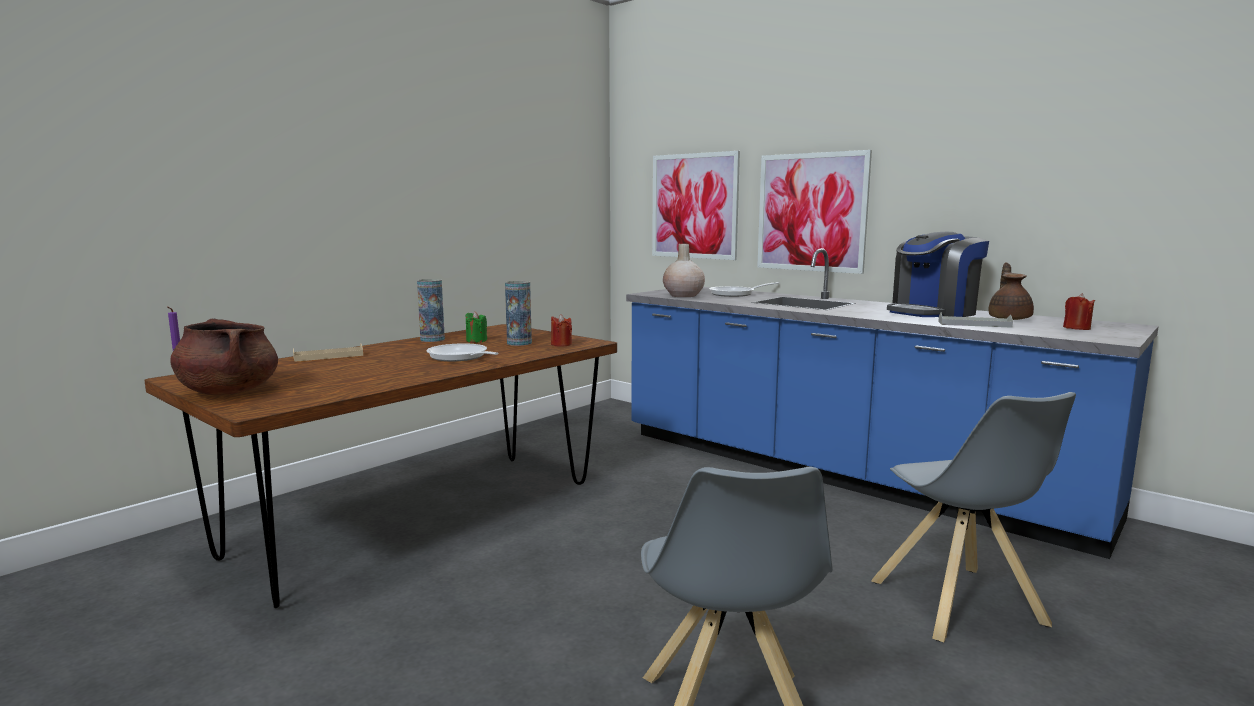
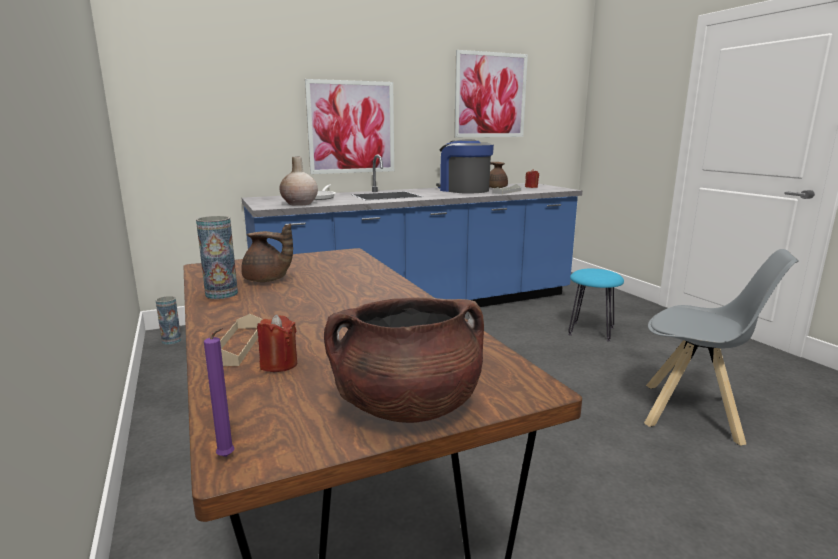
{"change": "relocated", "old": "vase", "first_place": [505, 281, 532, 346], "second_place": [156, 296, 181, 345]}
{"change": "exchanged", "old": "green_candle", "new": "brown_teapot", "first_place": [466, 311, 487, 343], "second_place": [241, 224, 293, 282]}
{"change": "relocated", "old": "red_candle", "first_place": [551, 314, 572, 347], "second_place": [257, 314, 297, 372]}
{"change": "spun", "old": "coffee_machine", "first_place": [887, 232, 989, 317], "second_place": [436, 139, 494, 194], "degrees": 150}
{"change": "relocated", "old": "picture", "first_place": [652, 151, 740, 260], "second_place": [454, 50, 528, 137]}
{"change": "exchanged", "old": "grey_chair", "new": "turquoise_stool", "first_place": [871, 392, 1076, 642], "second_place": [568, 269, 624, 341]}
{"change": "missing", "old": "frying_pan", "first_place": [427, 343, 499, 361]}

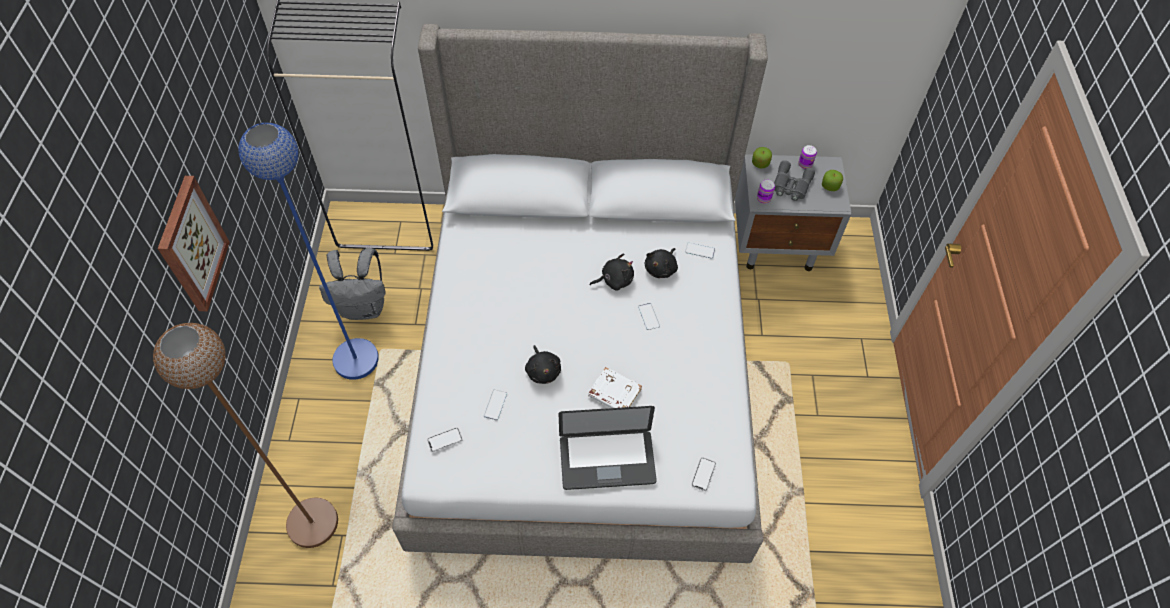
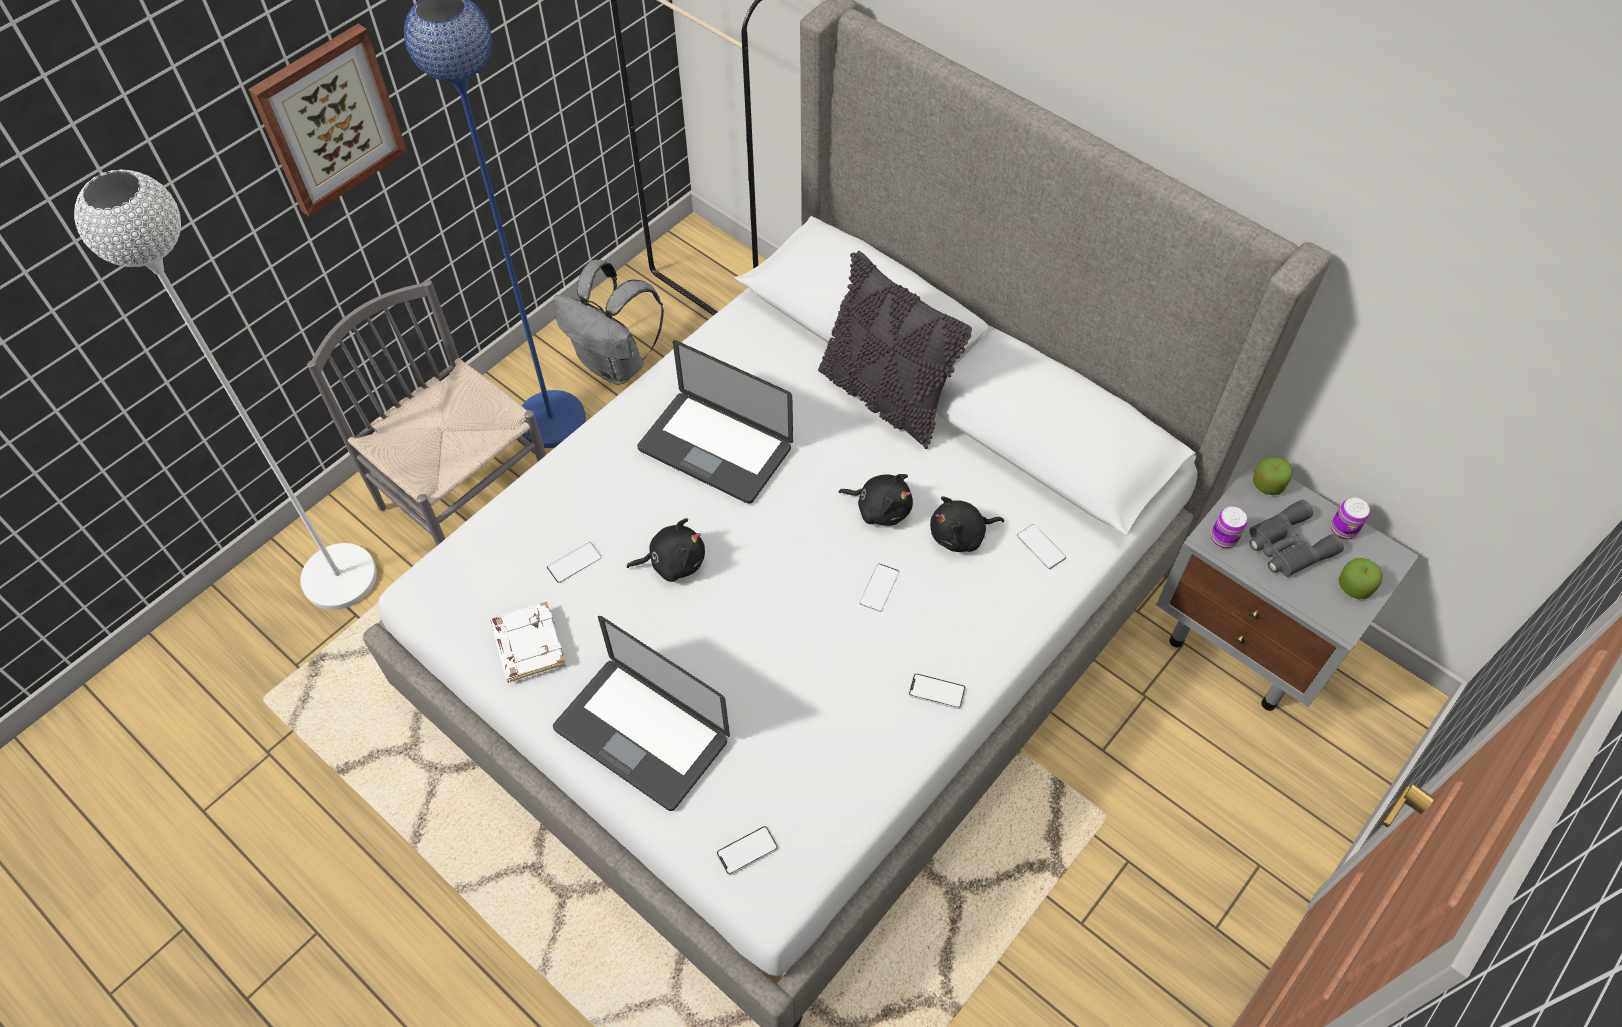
{"change": "colour", "old": "brown_floor_lamp", "new": "white_floor_lamp", "first_place": [153, 323, 338, 548], "second_place": [74, 169, 377, 610]}
{"change": "appeared", "new": "grey_chair", "second_place": [307, 280, 546, 546]}
{"change": "relocated", "old": "white_book", "first_place": [588, 367, 642, 408], "second_place": [491, 602, 566, 683]}
{"change": "spun", "old": "black_plush_toy", "first_place": [525, 345, 561, 384], "second_place": [627, 518, 705, 582], "degrees": -120}
{"change": "appeared", "new": "laptop", "second_place": [637, 340, 793, 504]}
{"change": "appeared", "new": "black_pillow", "second_place": [818, 251, 972, 449]}
{"change": "relocated", "old": "phone", "first_place": [427, 428, 463, 452], "second_place": [908, 673, 966, 709]}

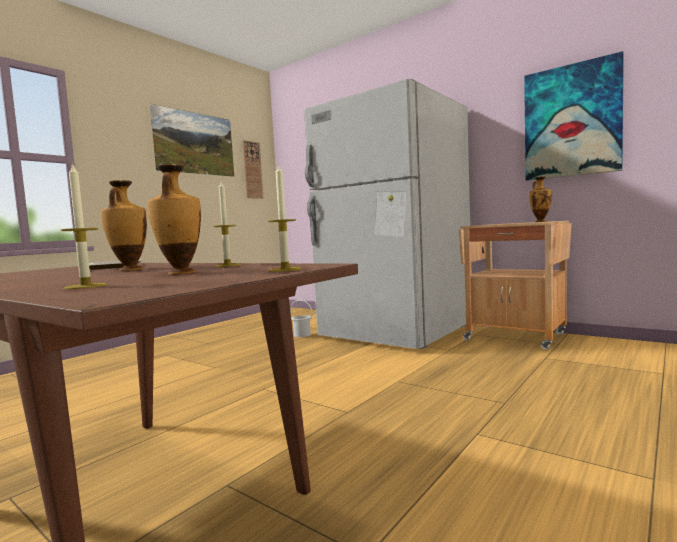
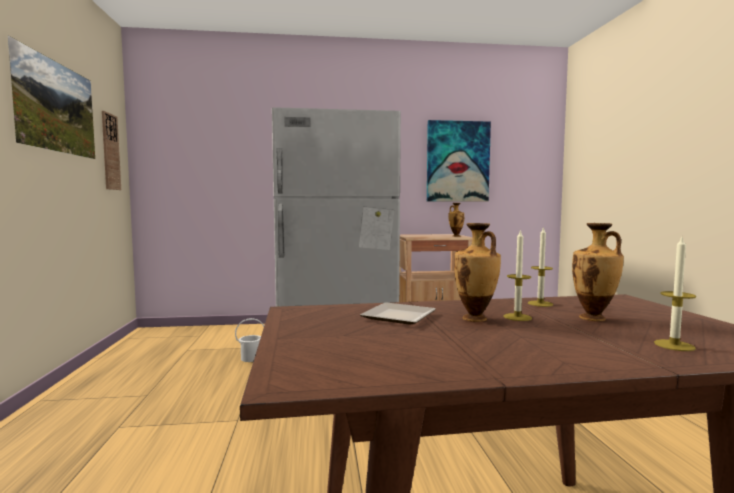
{"change": "relocated", "old": "candle", "first_place": [268, 163, 301, 272], "second_place": [504, 229, 532, 321]}

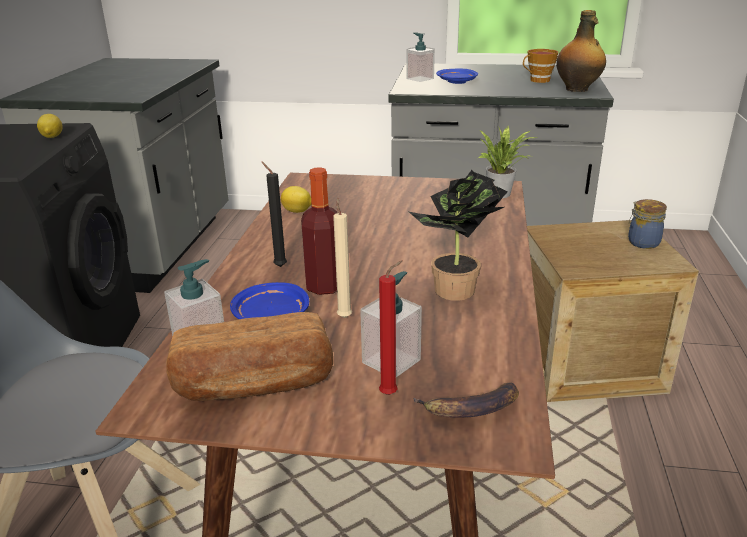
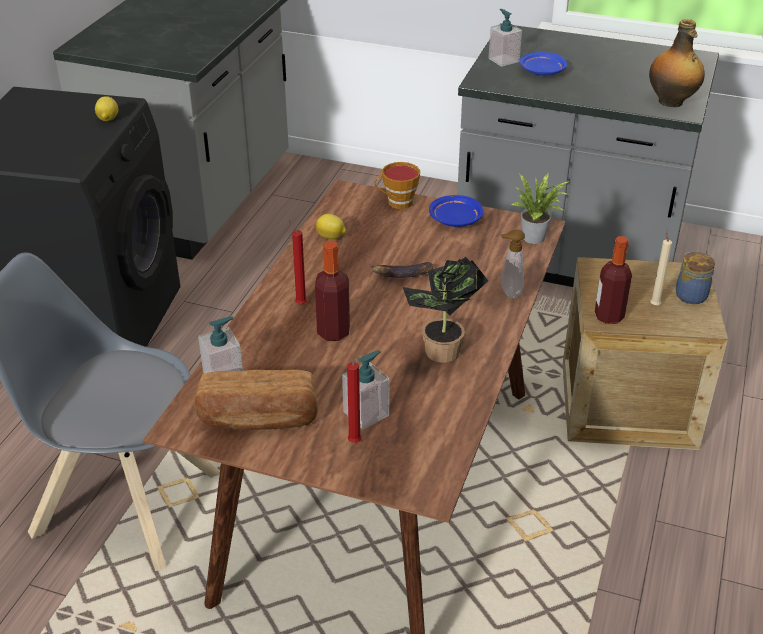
{"change": "colour", "old": "black_candle", "new": "red_candle", "first_place": [262, 162, 287, 267], "second_place": [289, 220, 307, 305]}
{"change": "relocated", "old": "banana", "first_place": [413, 383, 519, 418], "second_place": [369, 262, 433, 278]}
{"change": "relocated", "old": "cup", "first_place": [523, 49, 558, 83], "second_place": [375, 162, 420, 209]}
{"change": "relocated", "old": "blue_plate", "first_place": [230, 282, 309, 319], "second_place": [429, 195, 483, 227]}
{"change": "appeared", "new": "soap_dispenser", "second_place": [500, 229, 525, 298]}
{"change": "appeared", "new": "bottle", "second_place": [595, 236, 632, 324]}
{"change": "relocated", "old": "beige_candle", "first_place": [333, 198, 352, 318], "second_place": [650, 229, 672, 306]}

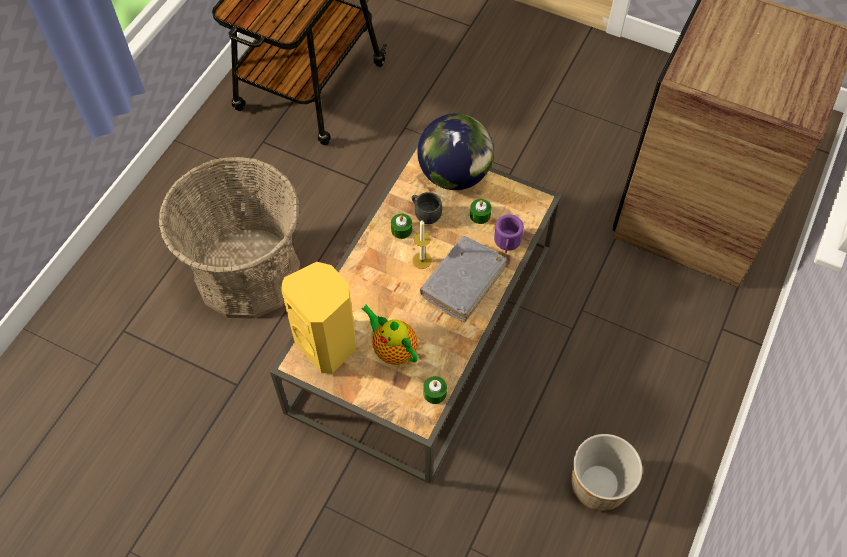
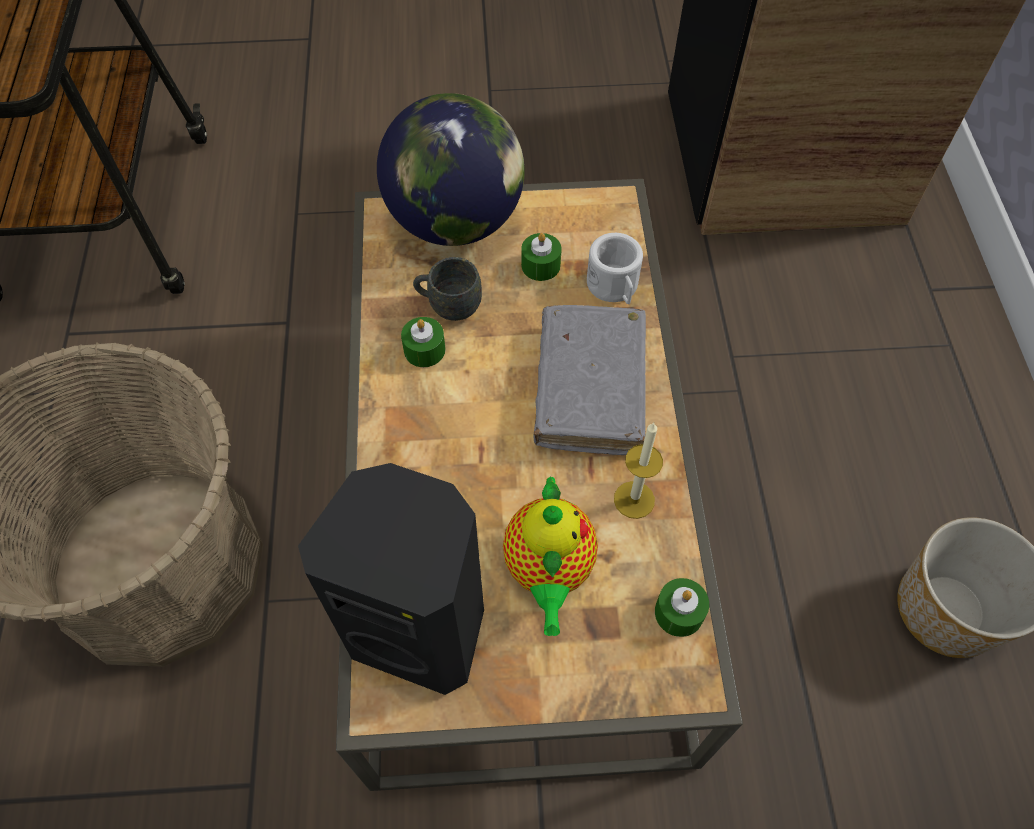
{"change": "colour", "old": "yellow_speaker", "new": "black_speaker", "first_place": [281, 262, 356, 373], "second_place": [298, 463, 484, 695]}
{"change": "spun", "old": "teapot", "first_place": [361, 305, 418, 365], "second_place": [503, 476, 598, 636], "degrees": -105}
{"change": "colour", "old": "purple_mug", "new": "white_mug", "first_place": [494, 215, 524, 253], "second_place": [587, 233, 643, 304]}
{"change": "relocated", "old": "candle", "first_place": [413, 220, 432, 269], "second_place": [614, 423, 663, 519]}

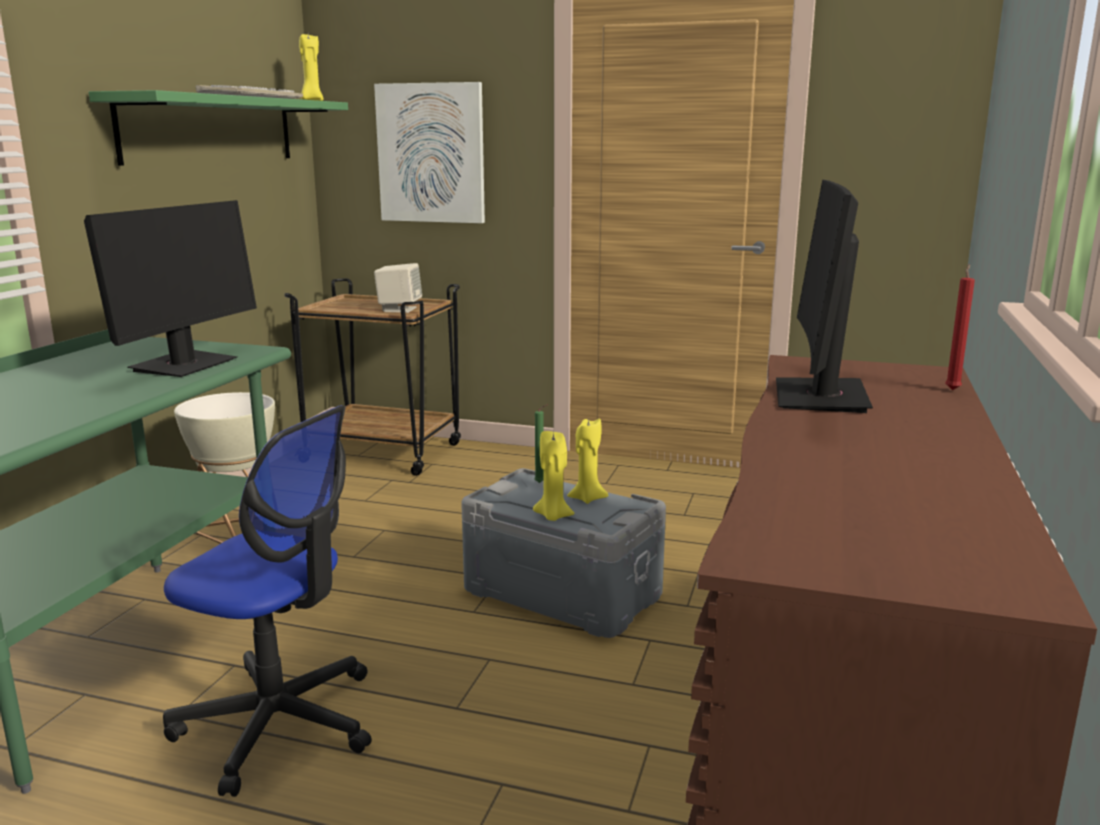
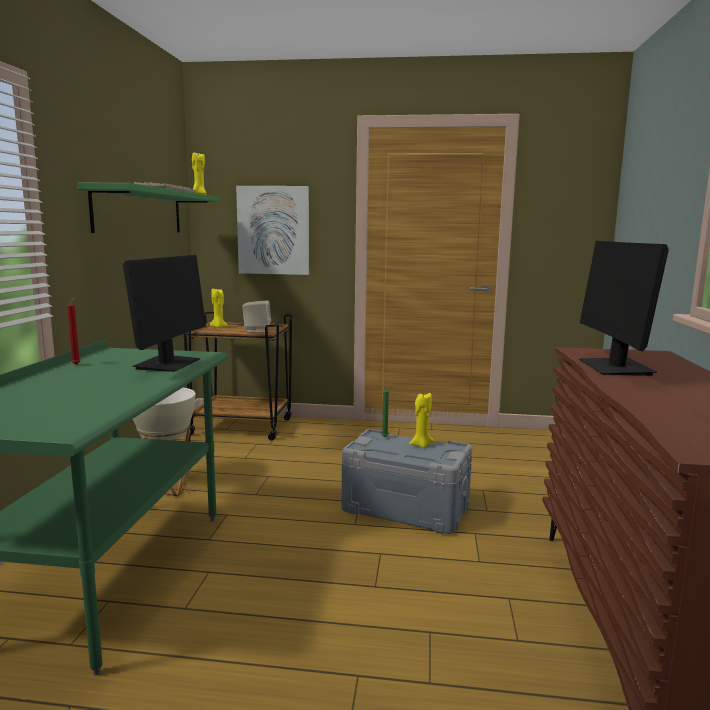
{"change": "relocated", "old": "red_candle", "first_place": [945, 264, 975, 391], "second_place": [67, 298, 80, 365]}
{"change": "relocated", "old": "yellow_candle", "first_place": [533, 431, 575, 521], "second_place": [210, 287, 228, 328]}
{"change": "missing", "old": "office_chair", "first_place": [163, 405, 372, 797]}

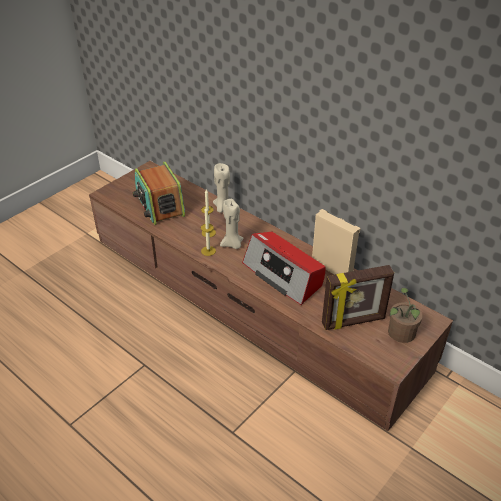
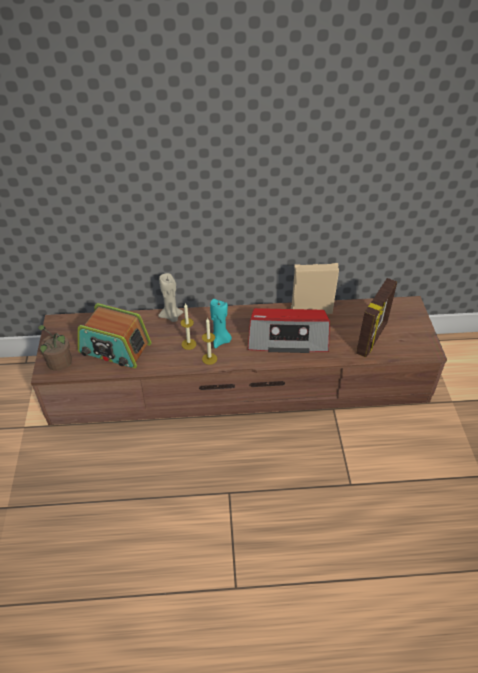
{"change": "relocated", "old": "potted_plant", "first_place": [388, 288, 422, 343], "second_place": [38, 325, 72, 371]}
{"change": "colour", "old": "beige_candle", "new": "turquoise_candle", "first_place": [220, 199, 243, 249], "second_place": [210, 299, 232, 348]}

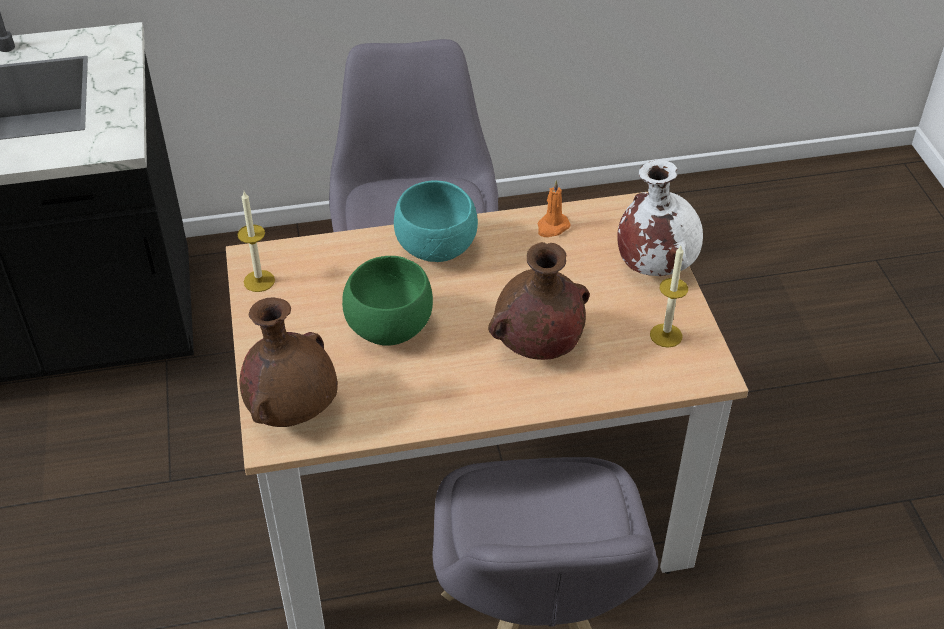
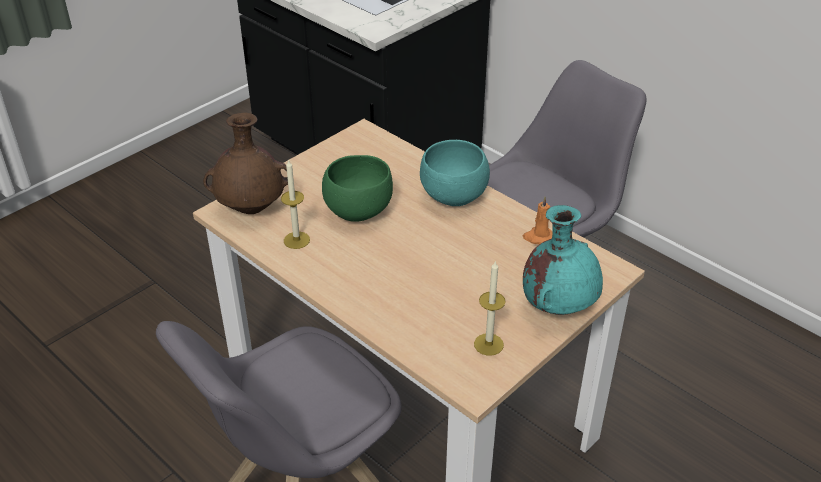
{"change": "relocated", "old": "candle", "first_place": [237, 191, 275, 292], "second_place": [281, 159, 310, 249]}
{"change": "colour", "old": "white_vase", "new": "turquoise_vase", "first_place": [617, 160, 703, 276], "second_place": [523, 205, 603, 315]}
{"change": "missing", "old": "brown_vase", "first_place": [488, 242, 590, 360]}

